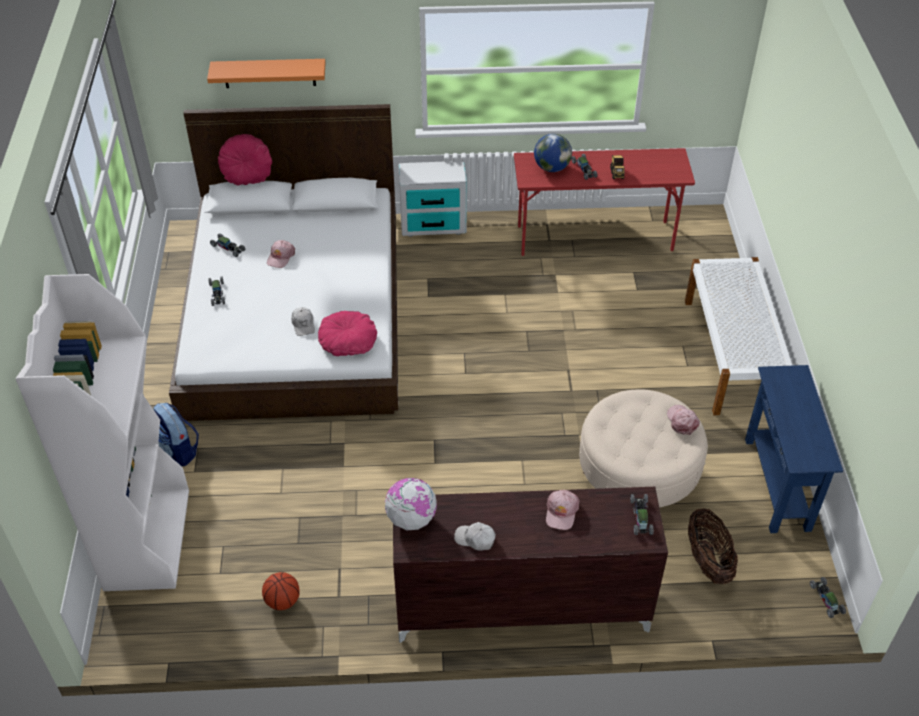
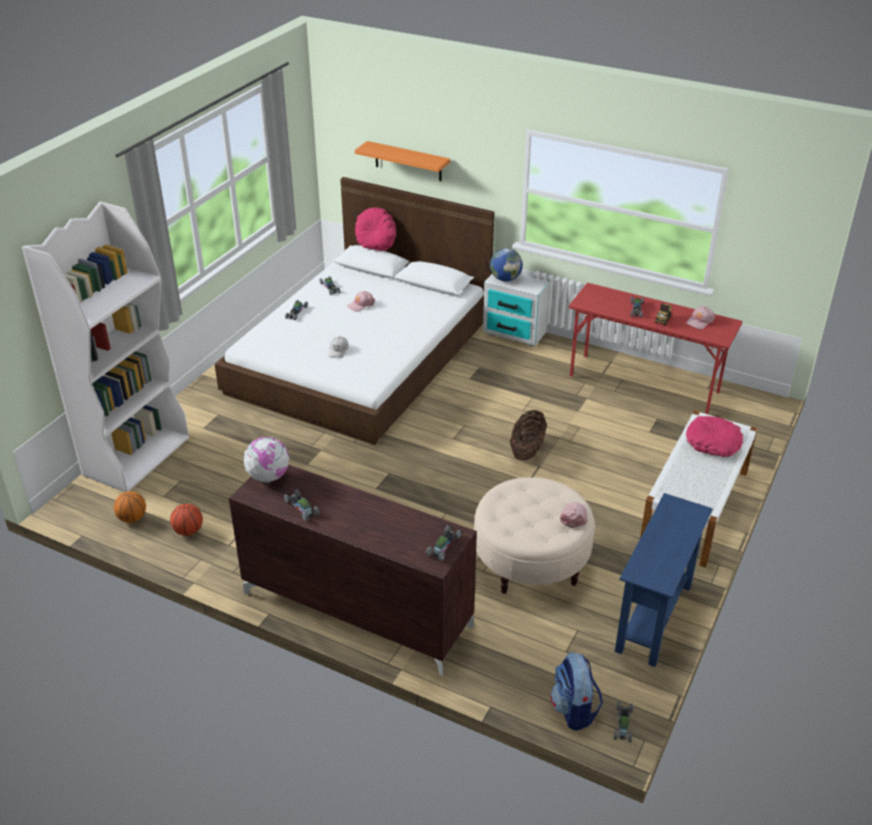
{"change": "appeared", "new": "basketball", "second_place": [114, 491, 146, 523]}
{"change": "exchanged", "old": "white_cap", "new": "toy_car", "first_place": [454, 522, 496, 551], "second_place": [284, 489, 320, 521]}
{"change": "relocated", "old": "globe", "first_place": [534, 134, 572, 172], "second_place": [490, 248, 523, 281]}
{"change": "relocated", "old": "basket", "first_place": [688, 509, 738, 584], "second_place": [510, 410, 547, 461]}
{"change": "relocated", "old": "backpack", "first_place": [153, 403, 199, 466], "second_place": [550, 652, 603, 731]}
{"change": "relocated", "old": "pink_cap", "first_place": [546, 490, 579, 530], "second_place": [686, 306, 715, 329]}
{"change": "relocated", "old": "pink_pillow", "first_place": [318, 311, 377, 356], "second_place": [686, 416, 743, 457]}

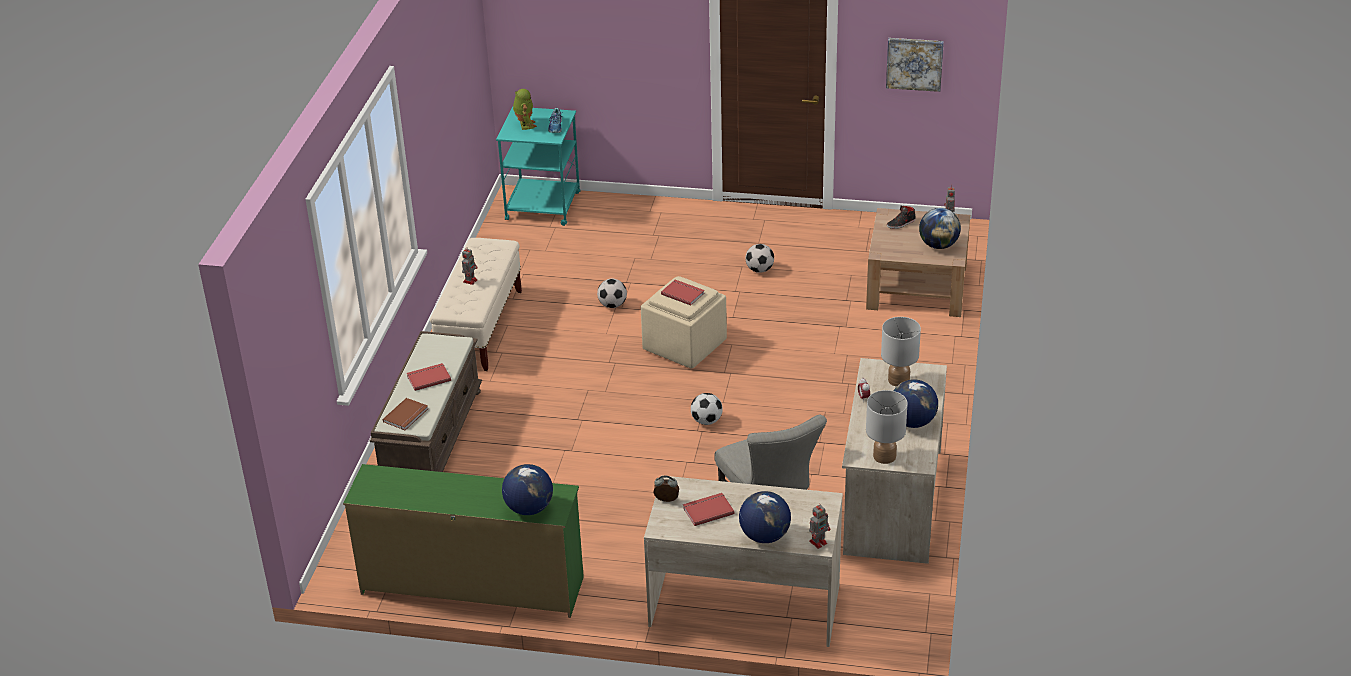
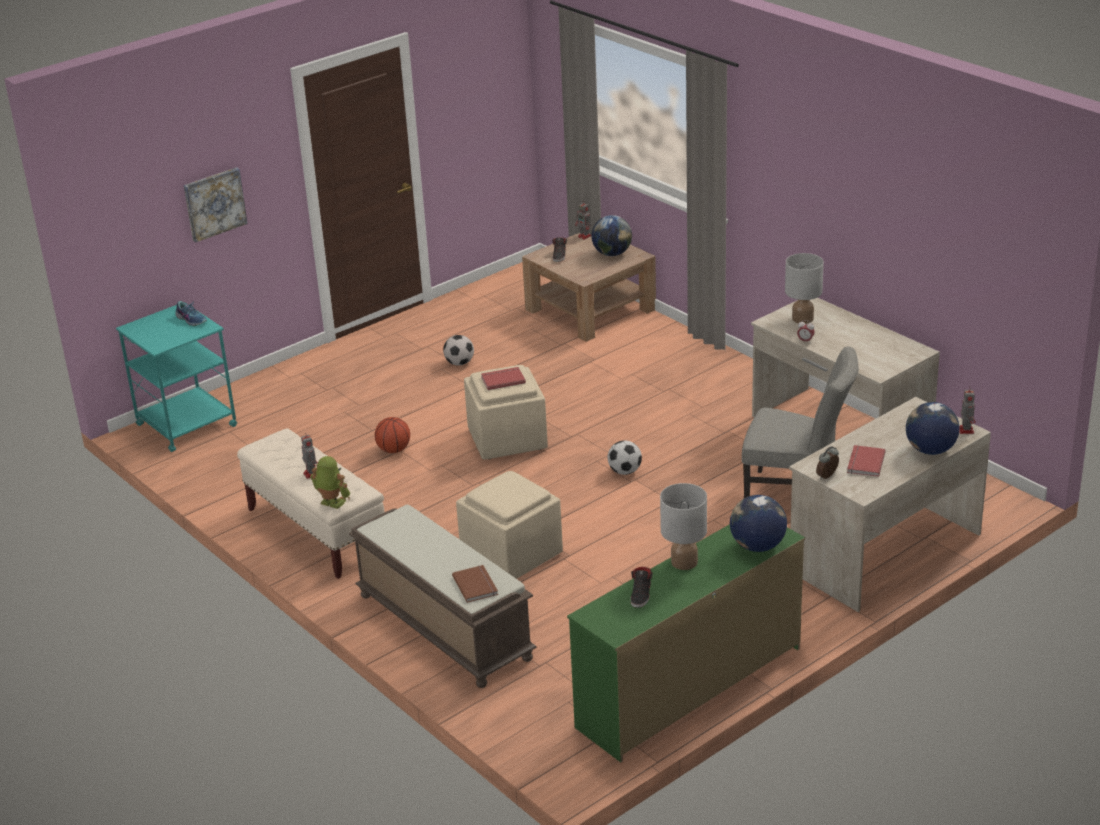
{"change": "relocated", "old": "picture", "first_place": [886, 38, 944, 92], "second_place": [184, 167, 248, 242]}
{"change": "relocated", "old": "toy_robot", "first_place": [513, 89, 537, 130], "second_place": [310, 456, 350, 509]}
{"change": "exchanged", "old": "football", "new": "basketball", "first_place": [597, 279, 627, 308], "second_place": [375, 417, 410, 453]}
{"change": "appeared", "new": "beige_ottoman", "second_place": [456, 471, 563, 579]}
{"change": "appeared", "new": "black_shoe", "second_place": [630, 567, 653, 608]}
{"change": "relocated", "old": "grey_table_lamp", "first_place": [866, 390, 908, 464], "second_place": [660, 483, 707, 570]}
{"change": "missing", "old": "red_book", "first_place": [407, 363, 451, 391]}
{"change": "missing", "old": "globe", "first_place": [893, 379, 938, 428]}

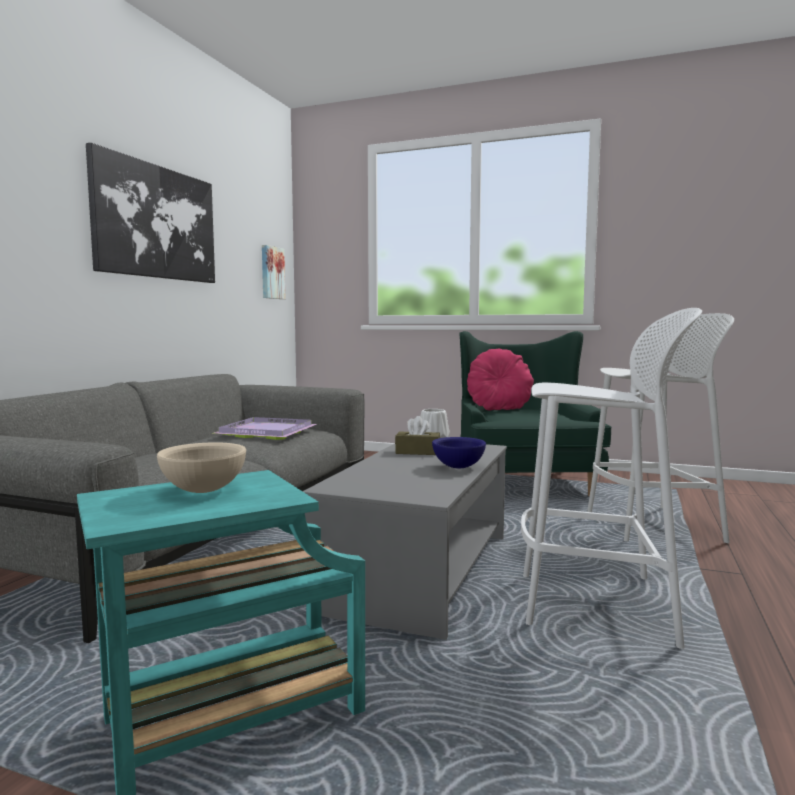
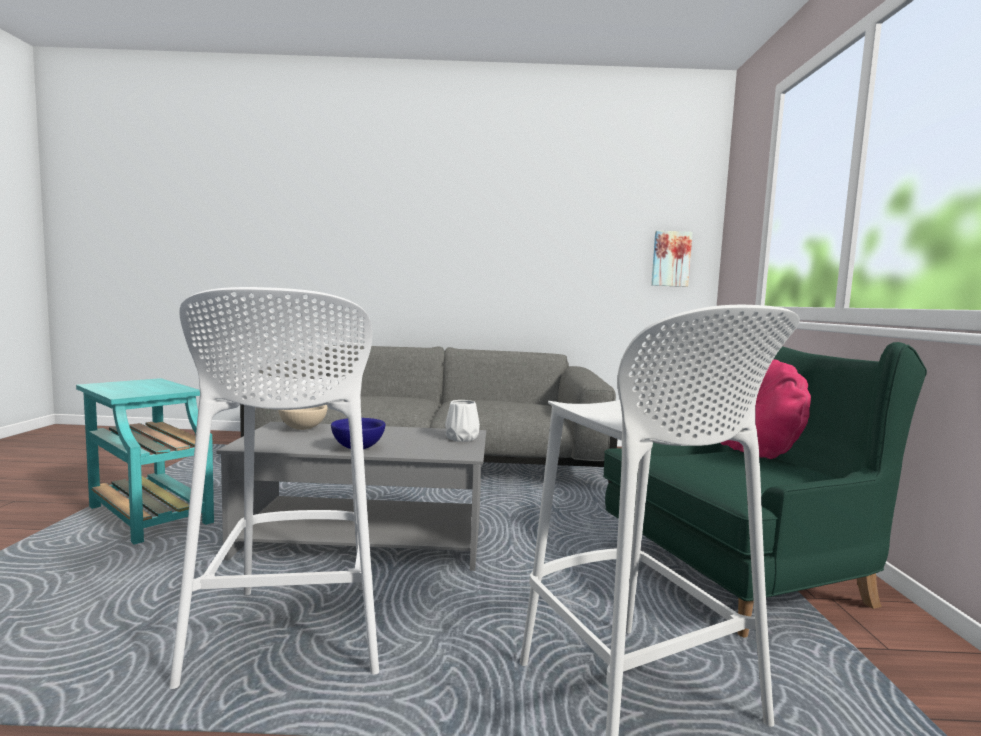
{"change": "relocated", "old": "beige_bowl", "first_place": [157, 442, 246, 493], "second_place": [278, 405, 328, 430]}
{"change": "missing", "old": "picture", "first_place": [86, 143, 215, 283]}
{"change": "missing", "old": "purple_tray", "first_place": [214, 417, 317, 440]}
{"change": "missing", "old": "brown_tissue_box", "first_place": [395, 416, 440, 455]}

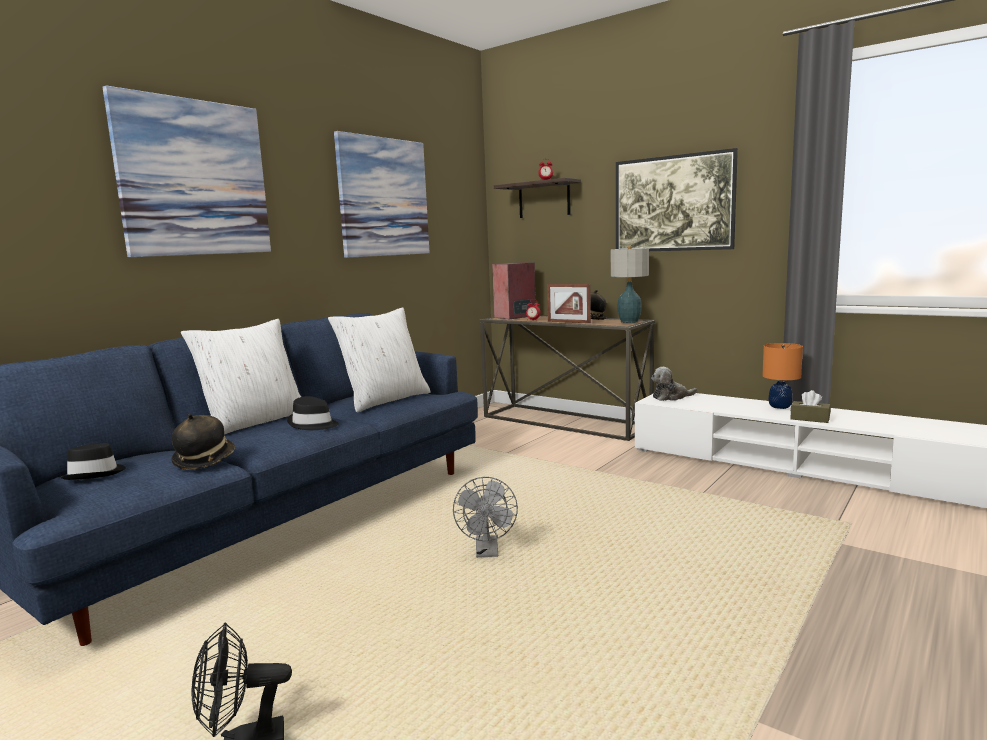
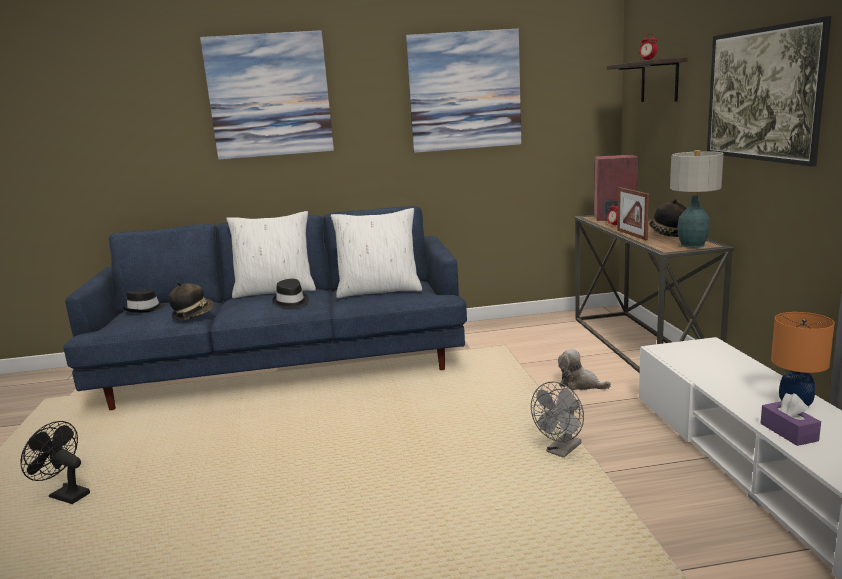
{"change": "relocated", "old": "grey_fan", "first_place": [453, 477, 518, 558], "second_place": [531, 382, 584, 458]}
{"change": "relocated", "old": "plush_toy", "first_place": [651, 367, 697, 401], "second_place": [558, 349, 611, 390]}
{"change": "colour", "old": "brown_tissue_box", "new": "purple_tissue_box", "first_place": [790, 390, 831, 423], "second_place": [760, 393, 821, 446]}

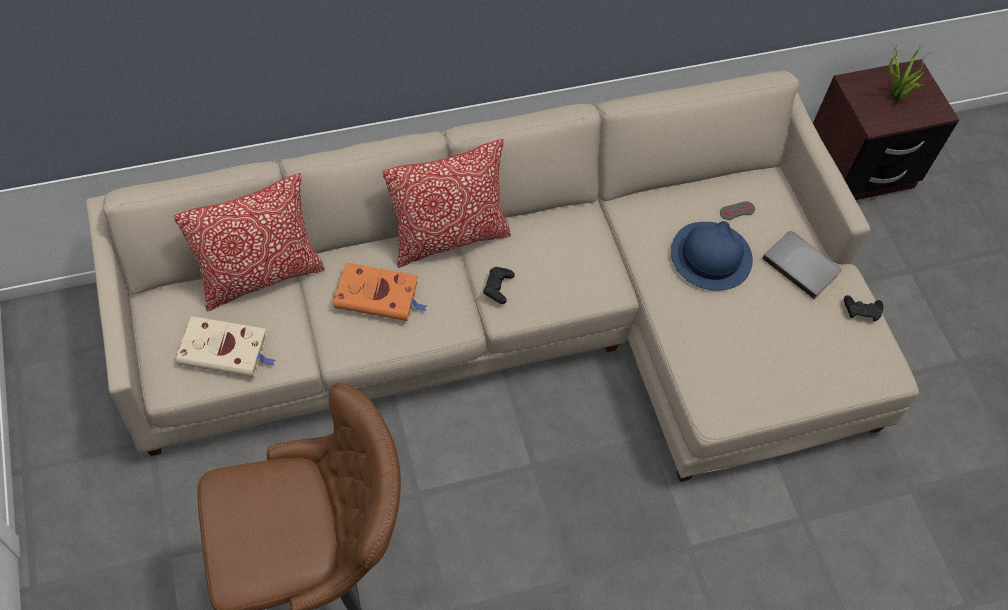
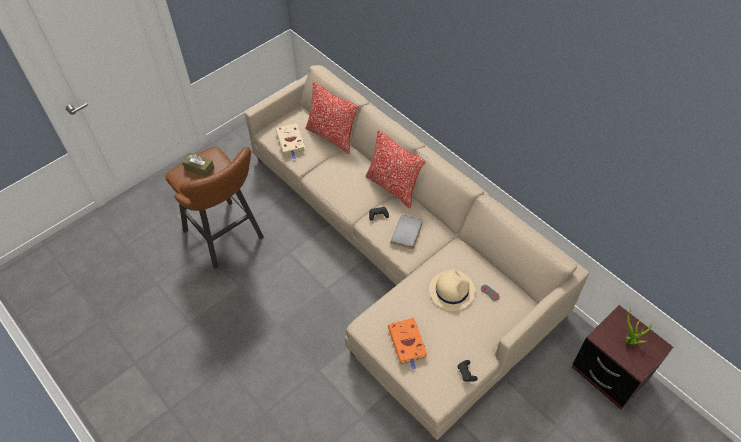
{"change": "appeared", "new": "brown_tissue_box", "second_place": [182, 152, 214, 177]}
{"change": "relocated", "old": "orange_book", "first_place": [334, 263, 427, 321], "second_place": [388, 318, 427, 370]}
{"change": "relocated", "old": "grey_book", "first_place": [762, 231, 841, 299], "second_place": [391, 214, 423, 249]}
{"change": "colour", "old": "blue_hat", "new": "beige_hat", "first_place": [671, 221, 753, 291], "second_place": [429, 270, 476, 311]}

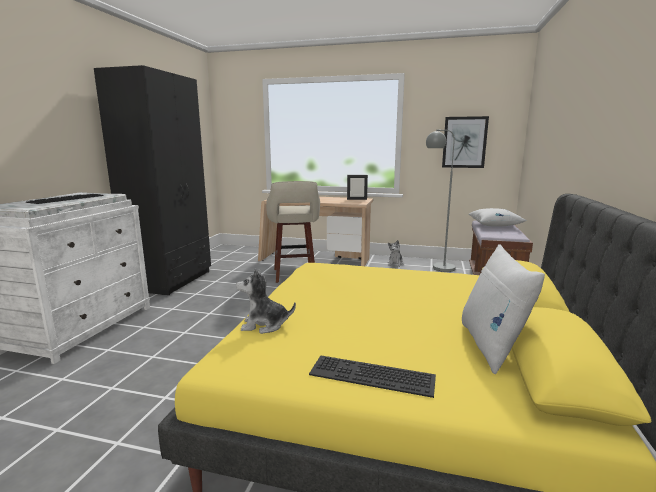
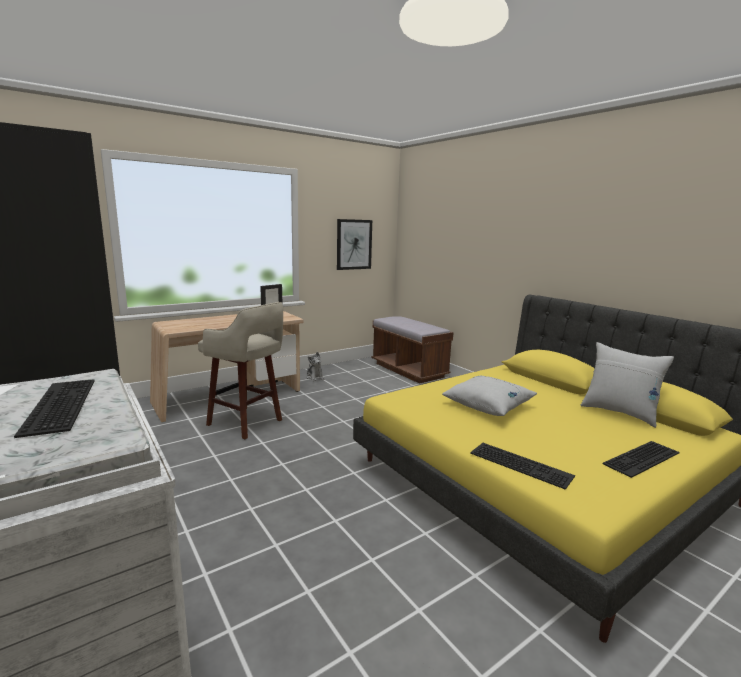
{"change": "relocated", "old": "grey_pillow", "first_place": [469, 208, 527, 227], "second_place": [442, 376, 537, 416]}
{"change": "exchanged", "old": "plush_toy", "new": "keyboard", "first_place": [236, 269, 296, 334], "second_place": [470, 443, 575, 490]}
{"change": "missing", "old": "grey_floor_lamp", "first_place": [426, 130, 456, 272]}

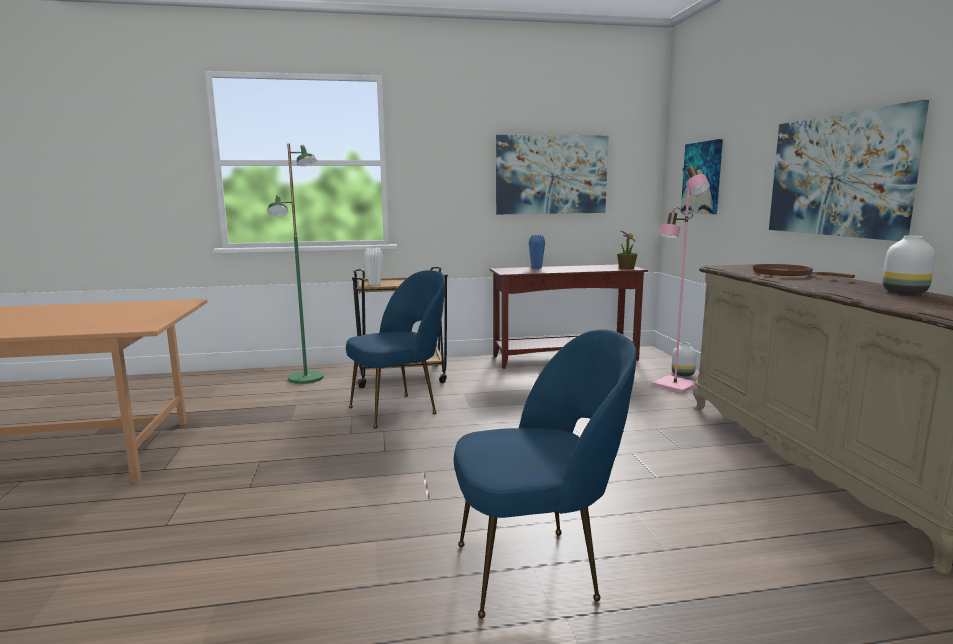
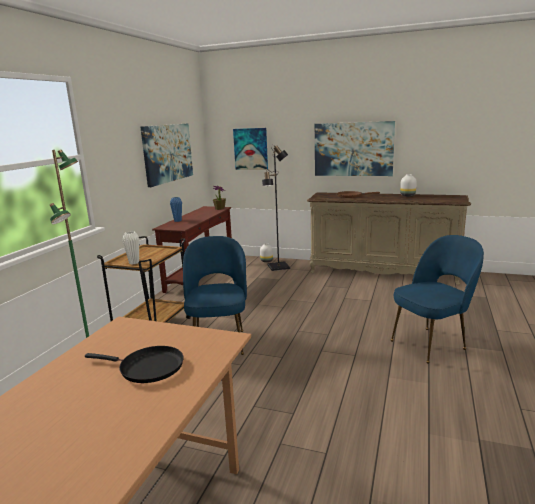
{"change": "appeared", "new": "black_frying_pan", "second_place": [85, 346, 183, 383]}
{"change": "colour", "old": "pink_floor_lamp", "new": "black_floor_lamp", "first_place": [652, 165, 710, 393], "second_place": [262, 145, 290, 271]}
{"change": "spun", "old": "blue_chair", "first_place": [454, 330, 637, 618], "second_place": [391, 235, 484, 364], "degrees": 45}

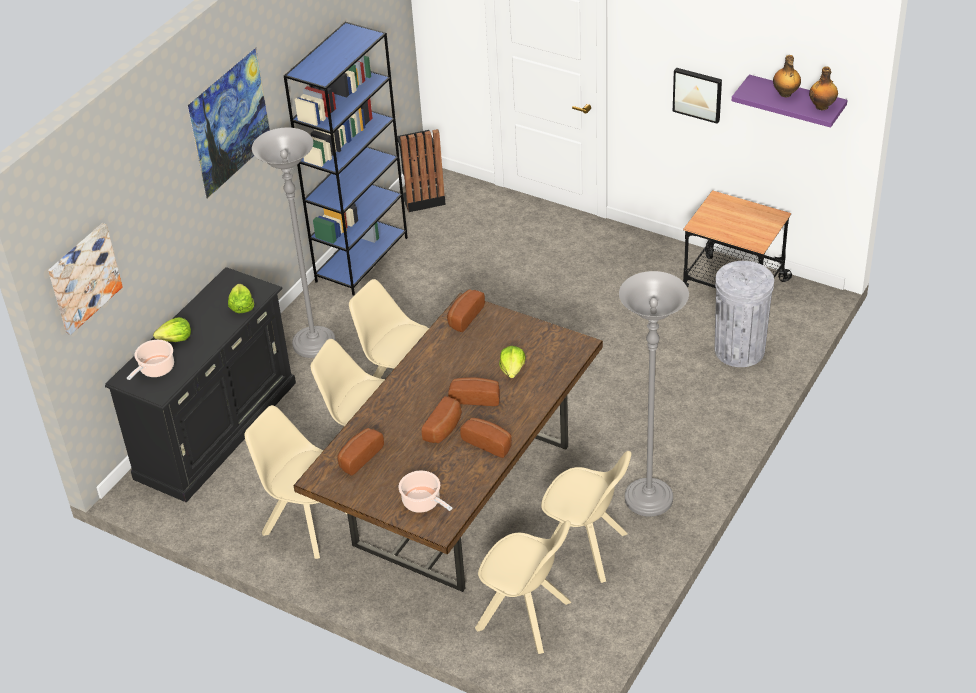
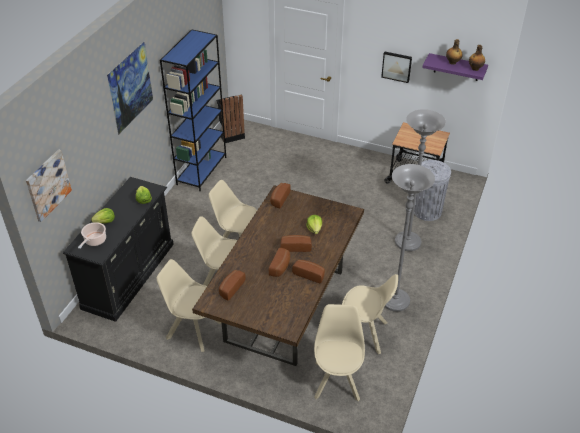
{"change": "spun", "old": "beige_chair", "first_place": [475, 520, 572, 654], "second_place": [314, 304, 365, 401], "degrees": -105}
{"change": "relocated", "old": "grey_floor_lamp", "first_place": [252, 128, 336, 358], "second_place": [395, 109, 446, 251]}
{"change": "missing", "old": "cooking_pot", "first_place": [399, 470, 453, 513]}

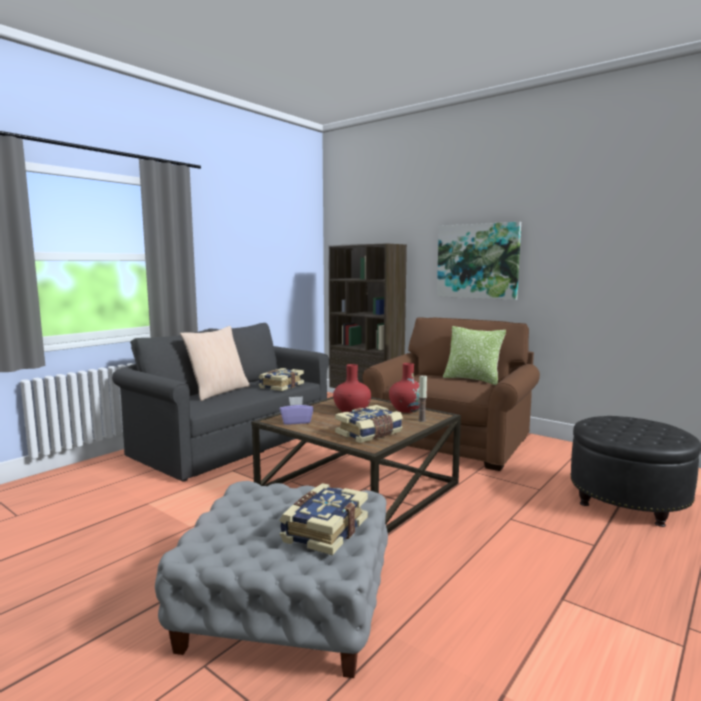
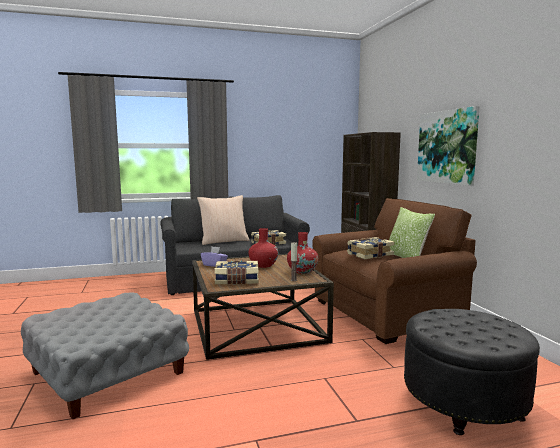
{"change": "relocated", "old": "book", "first_place": [279, 483, 368, 555], "second_place": [347, 237, 395, 259]}

